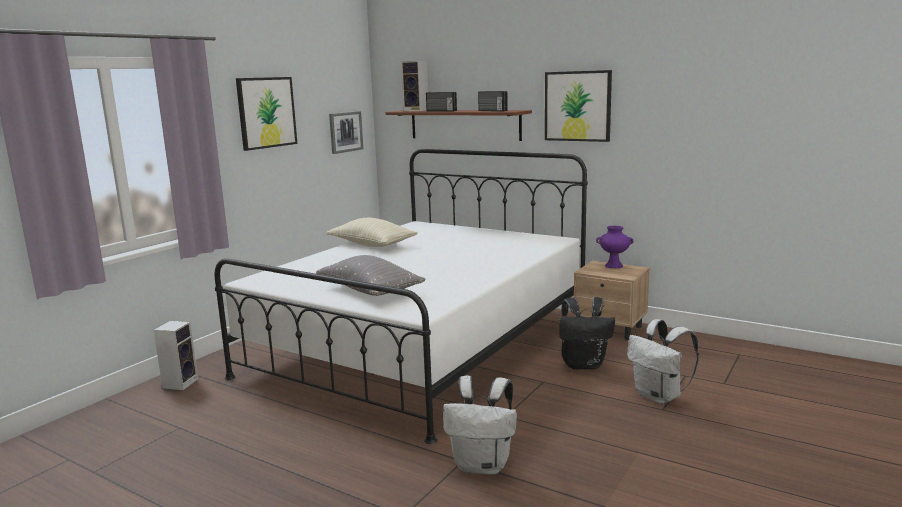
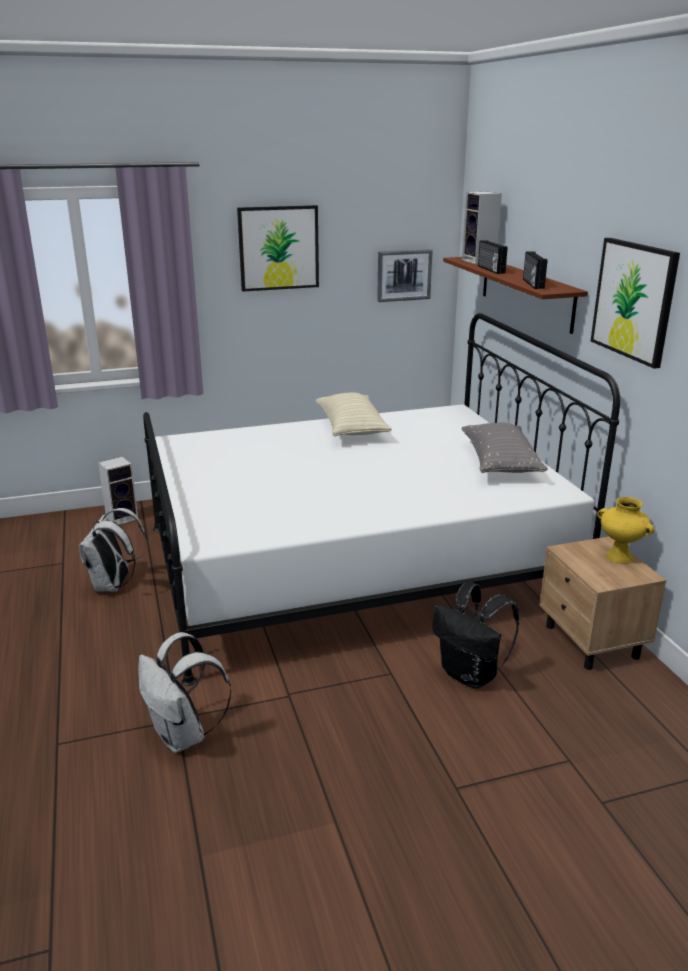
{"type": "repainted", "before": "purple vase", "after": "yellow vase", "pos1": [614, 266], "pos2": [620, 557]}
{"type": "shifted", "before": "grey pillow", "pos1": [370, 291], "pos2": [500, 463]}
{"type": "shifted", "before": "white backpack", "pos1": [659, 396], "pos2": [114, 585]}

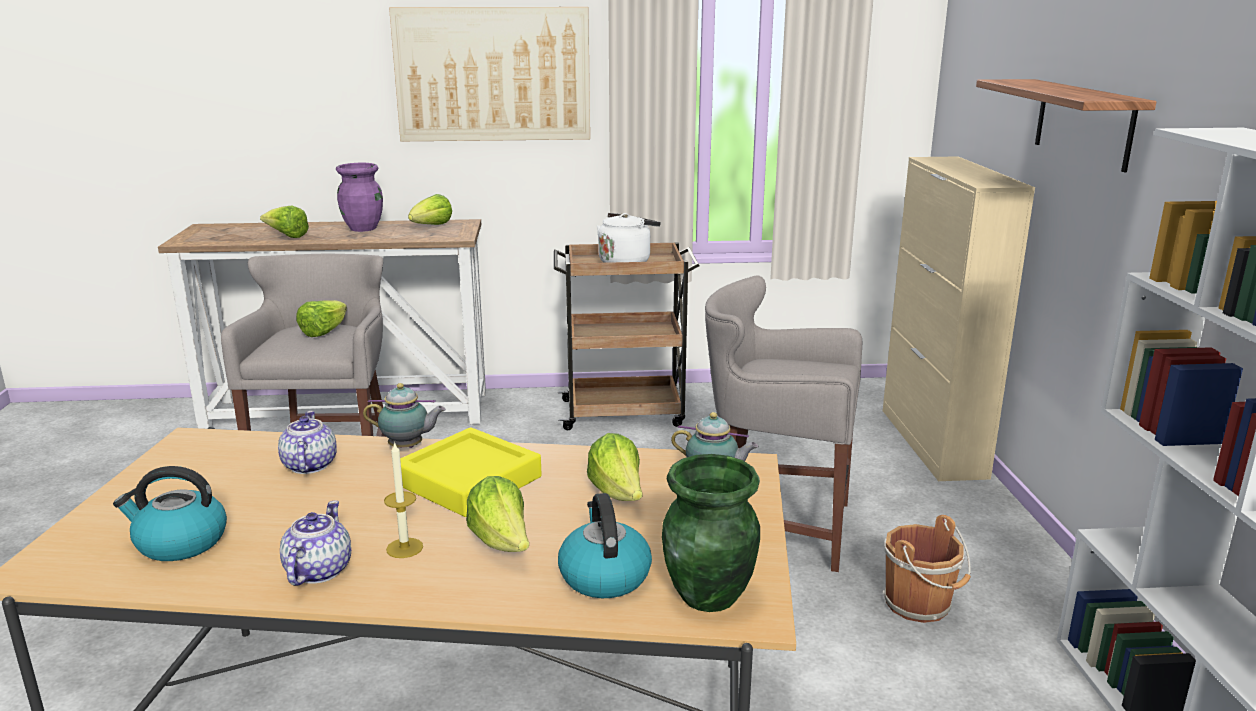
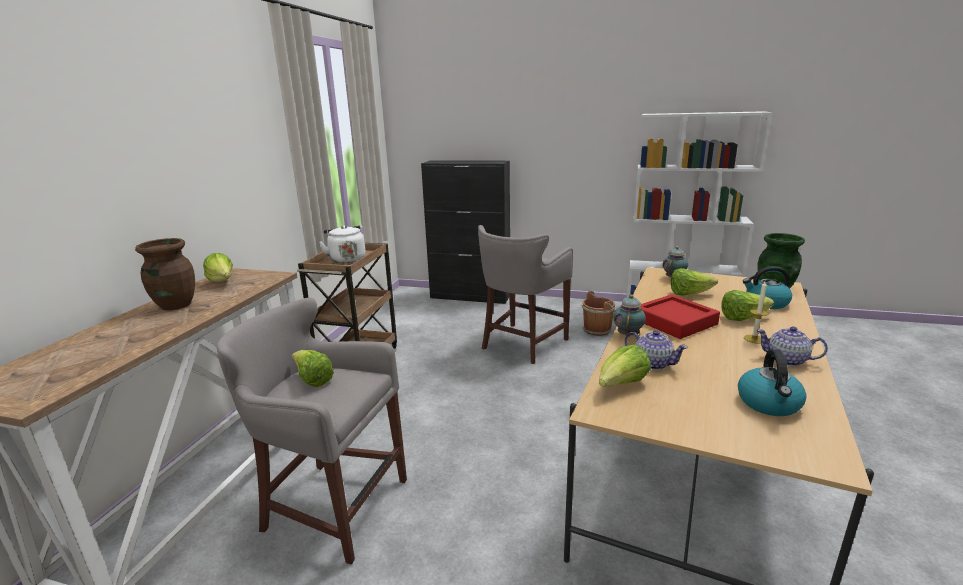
{"type": "gone", "before": "picture", "pos1": [493, 74]}
{"type": "gone", "before": "shelf", "pos1": [1083, 123]}
{"type": "repainted", "before": "beige cabinet", "after": "black cabinet", "pos1": [932, 443], "pos2": [470, 296]}
{"type": "repainted", "before": "purple vase", "after": "brown vase", "pos1": [363, 228], "pos2": [176, 305]}
{"type": "shifted", "before": "lettuce", "pos1": [287, 236], "pos2": [621, 385]}
{"type": "rotated", "before": "teapot", "pos1": [309, 466], "pos2": [652, 363], "turn": -150}
{"type": "repainted", "before": "yellow tray", "after": "red tray", "pos1": [468, 481], "pos2": [674, 321]}

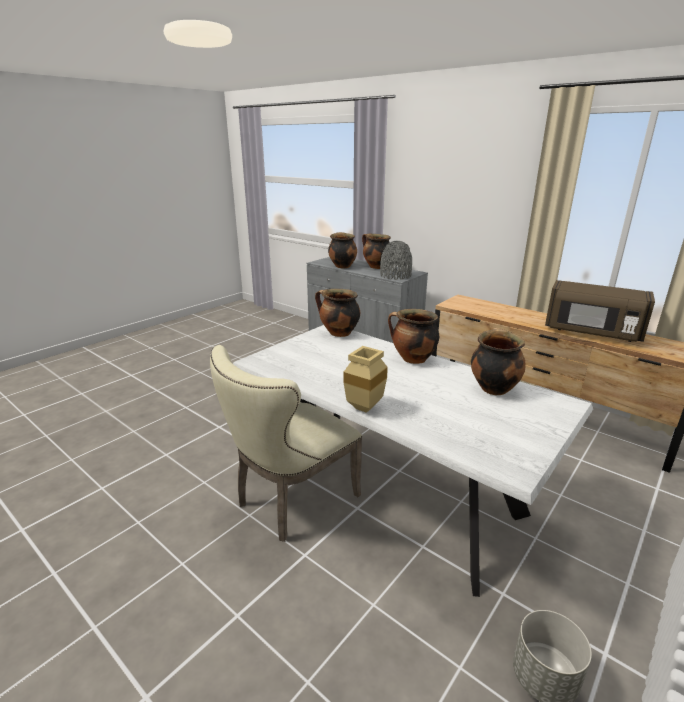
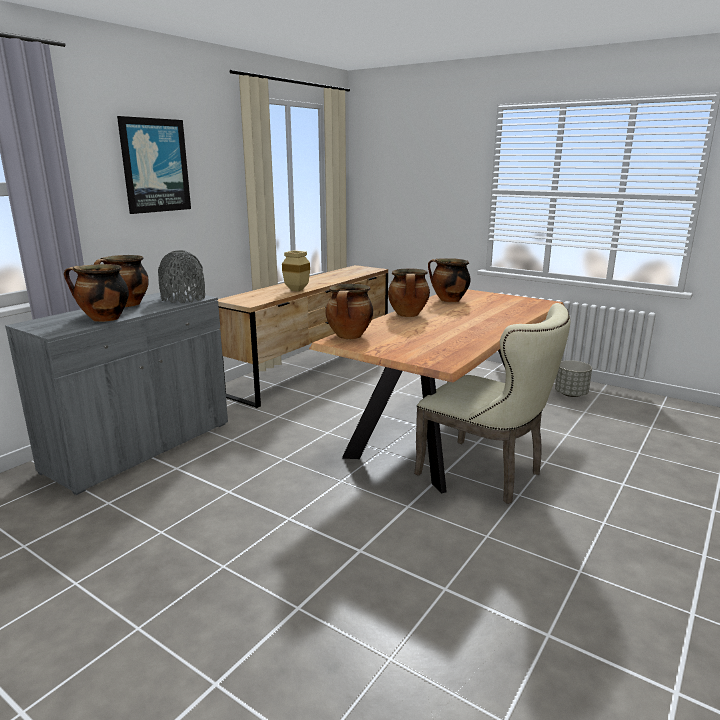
{"type": "gone", "before": "brown microwave", "pos1": [591, 332]}
{"type": "repainted", "before": "white dining table", "after": "brown dining table", "pos1": [391, 490], "pos2": [446, 428]}
{"type": "shifted", "before": "beige vase", "pos1": [364, 407], "pos2": [295, 290]}
{"type": "new", "after": "picture", "pos2": [155, 165]}

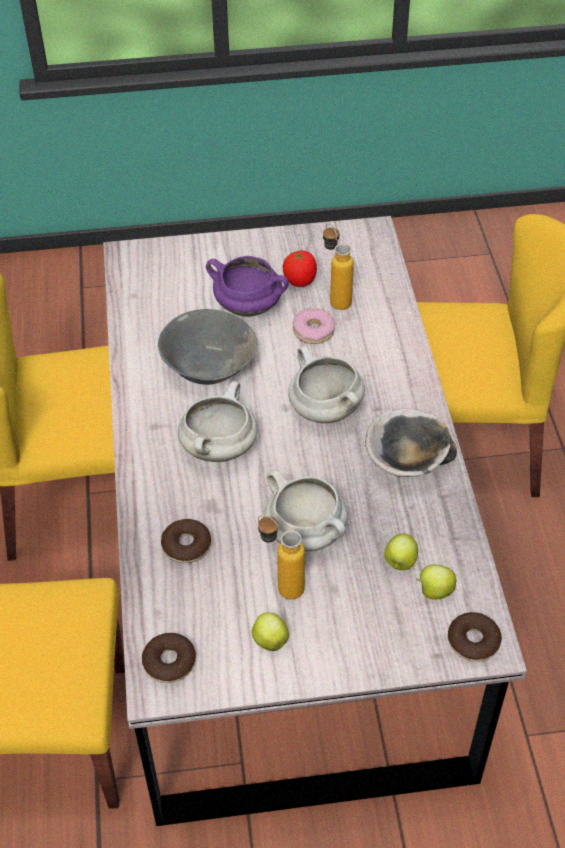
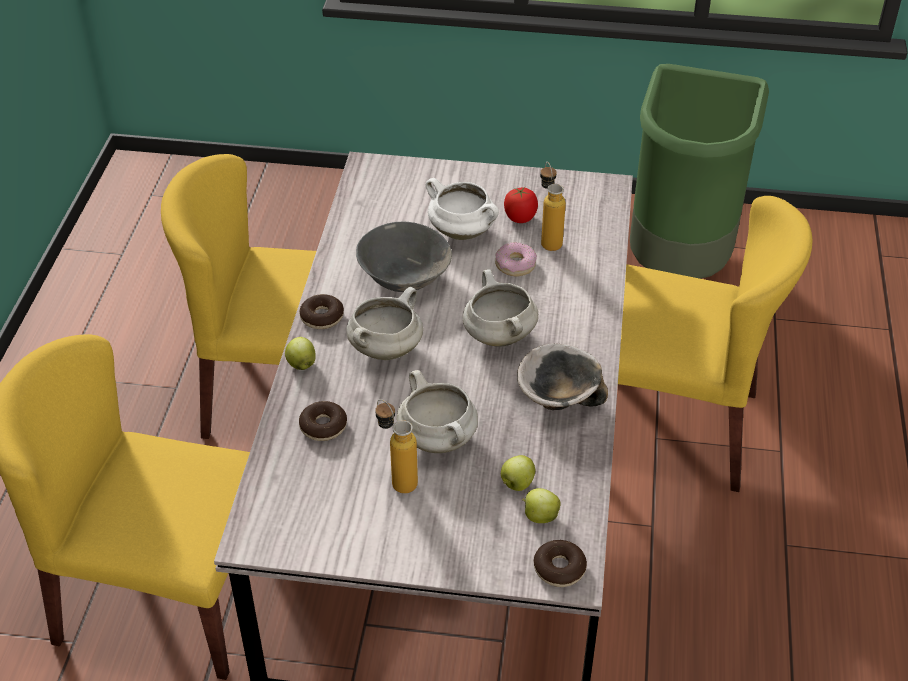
{"type": "repainted", "before": "purple cooking pot", "after": "white cooking pot", "pos1": [249, 306], "pos2": [463, 232]}
{"type": "shifted", "before": "apple", "pos1": [269, 640], "pos2": [301, 364]}
{"type": "shifted", "before": "donut", "pos1": [169, 662], "pos2": [322, 317]}
{"type": "new", "after": "green trash can", "pos2": [680, 261]}

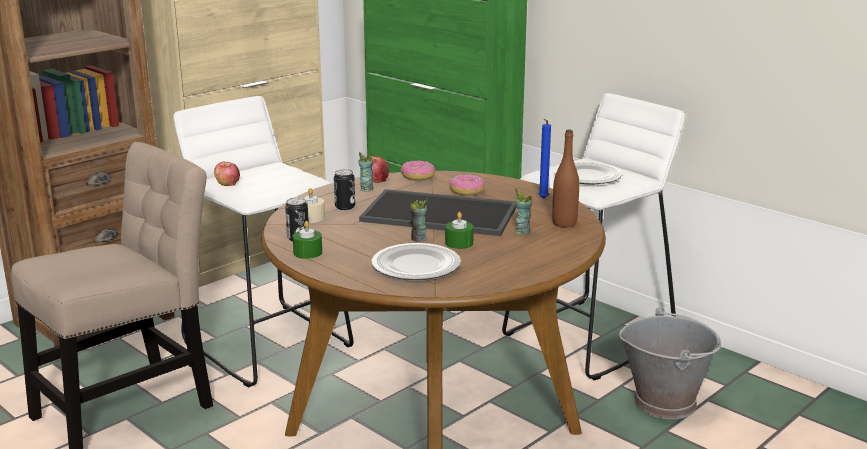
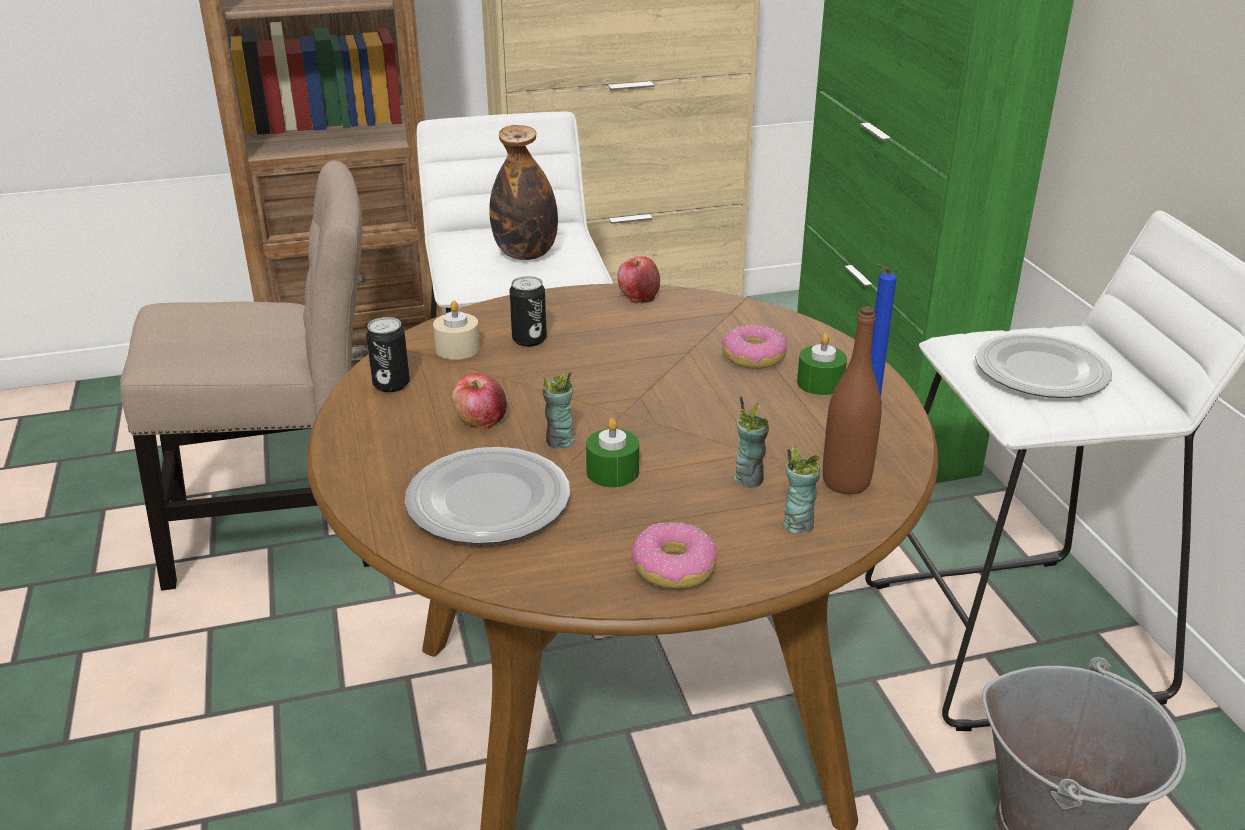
{"type": "shifted", "before": "cup", "pos1": [366, 189], "pos2": [797, 524]}
{"type": "shifted", "before": "donut", "pos1": [417, 176], "pos2": [673, 568]}
{"type": "shifted", "before": "apple", "pos1": [227, 183], "pos2": [480, 420]}
{"type": "gone", "before": "tray", "pos1": [441, 213]}
{"type": "shifted", "before": "green candle", "pos1": [308, 253], "pos2": [820, 383]}
{"type": "new", "after": "bottle", "pos2": [526, 254]}

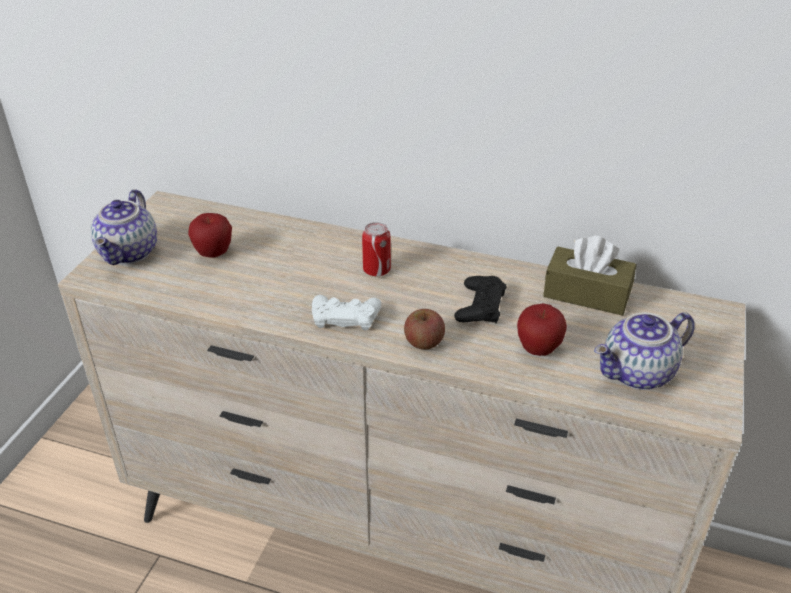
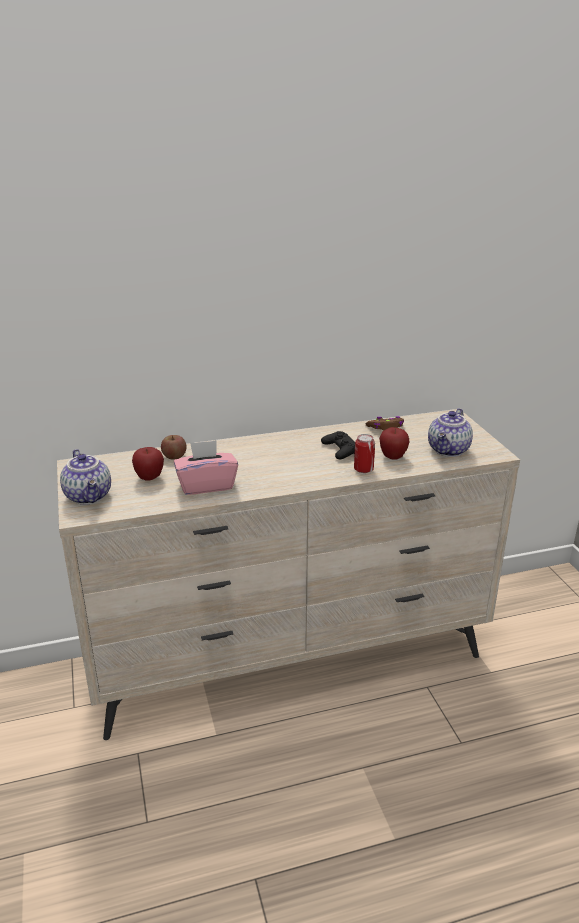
{"type": "shifted", "before": "can", "pos1": [376, 270], "pos2": [363, 469]}
{"type": "swapped", "before": "brown tissue box", "after": "brown game controller", "pos1": [586, 294], "pos2": [386, 427]}
{"type": "gone", "before": "white game controller", "pos1": [345, 316]}
{"type": "shifted", "before": "apple", "pos1": [424, 342], "pos2": [174, 456]}
{"type": "new", "after": "pink tissue box", "pos2": [206, 485]}

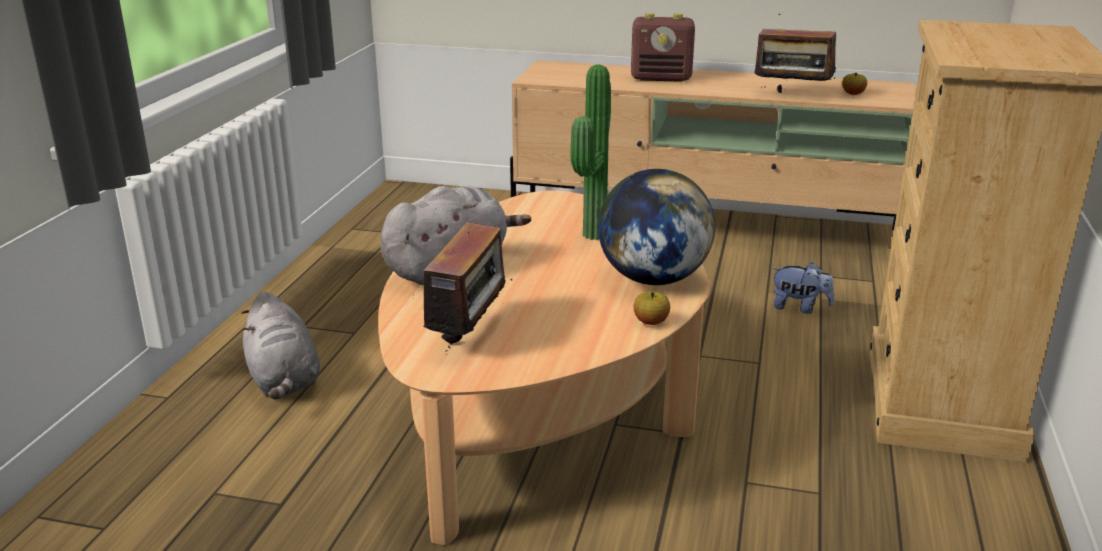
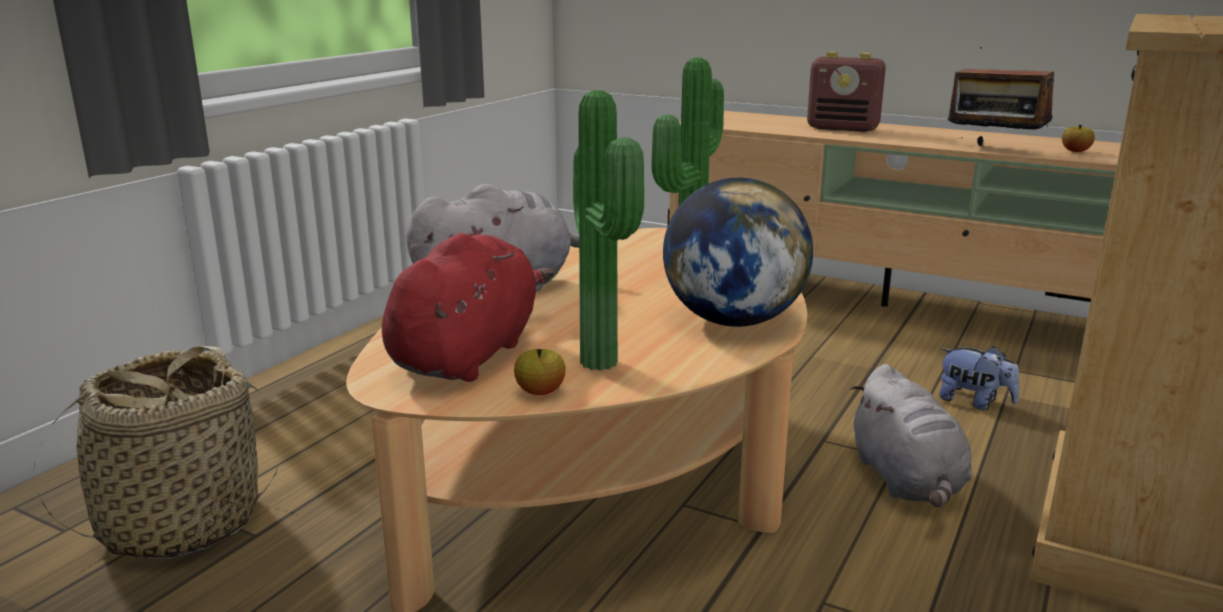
{"type": "swapped", "before": "radio", "after": "red plush toy", "pos1": [469, 335], "pos2": [468, 354]}
{"type": "shifted", "before": "grey plush toy", "pos1": [284, 380], "pos2": [907, 481]}
{"type": "shifted", "before": "apple", "pos1": [651, 322], "pos2": [540, 392]}
{"type": "new", "after": "potted plant", "pos2": [606, 361]}
{"type": "new", "after": "basket", "pos2": [180, 523]}

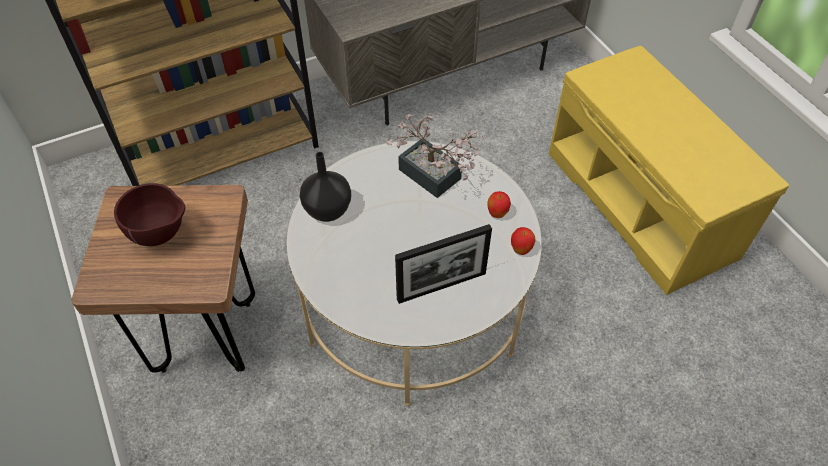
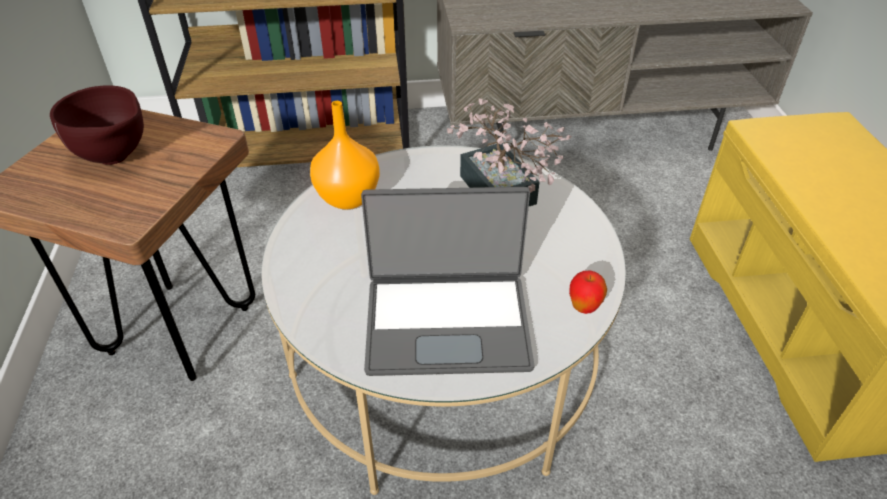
{"type": "repainted", "before": "black vase", "after": "orange vase", "pos1": [328, 211], "pos2": [348, 199]}
{"type": "gone", "before": "apple", "pos1": [497, 214]}
{"type": "swapped", "before": "picture frame", "after": "laptop", "pos1": [441, 286], "pos2": [447, 323]}

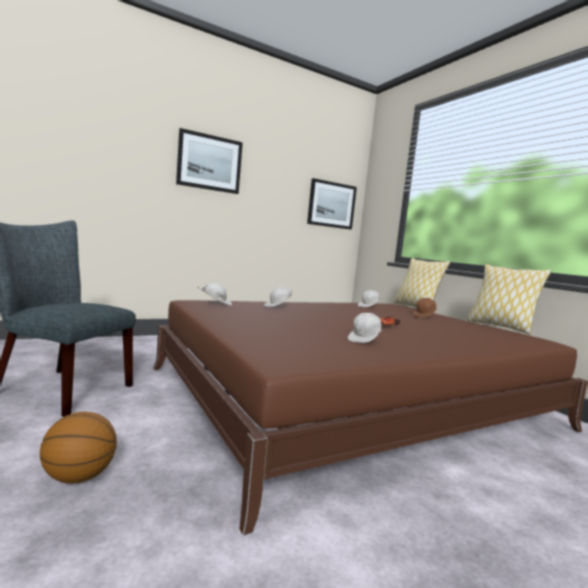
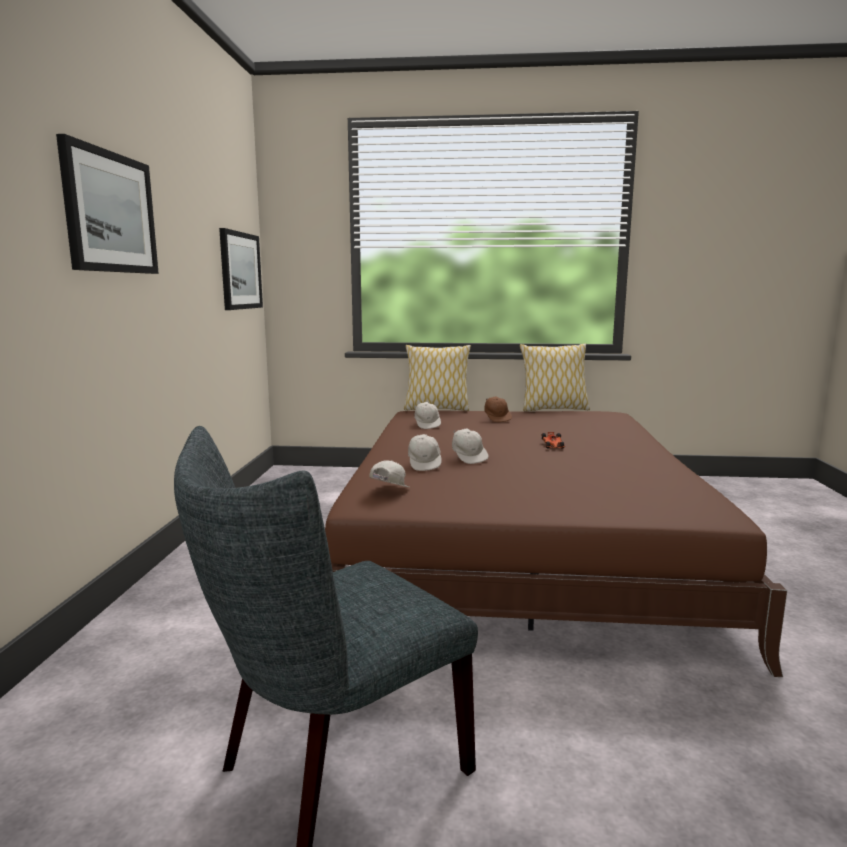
{"type": "shifted", "before": "white cap", "pos1": [365, 339], "pos2": [468, 457]}
{"type": "gone", "before": "basketball", "pos1": [78, 477]}

